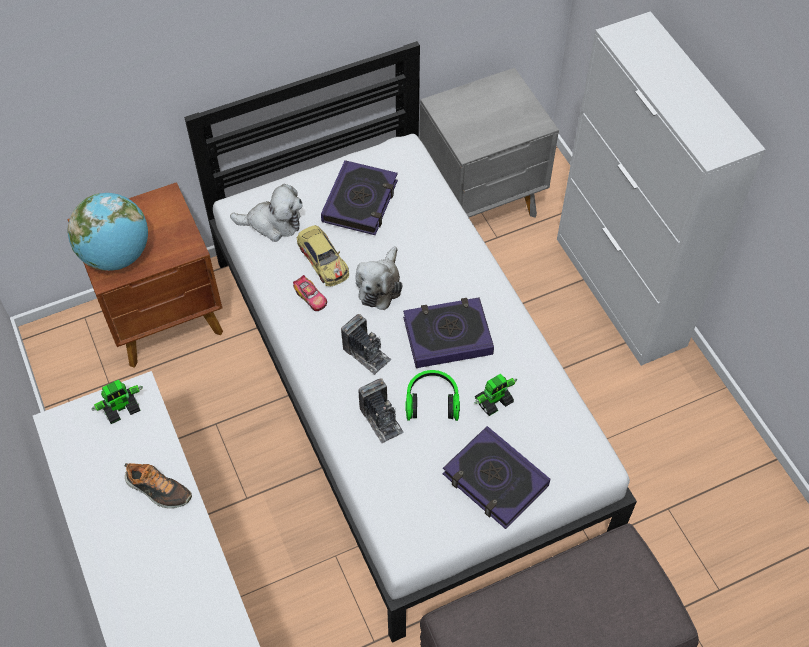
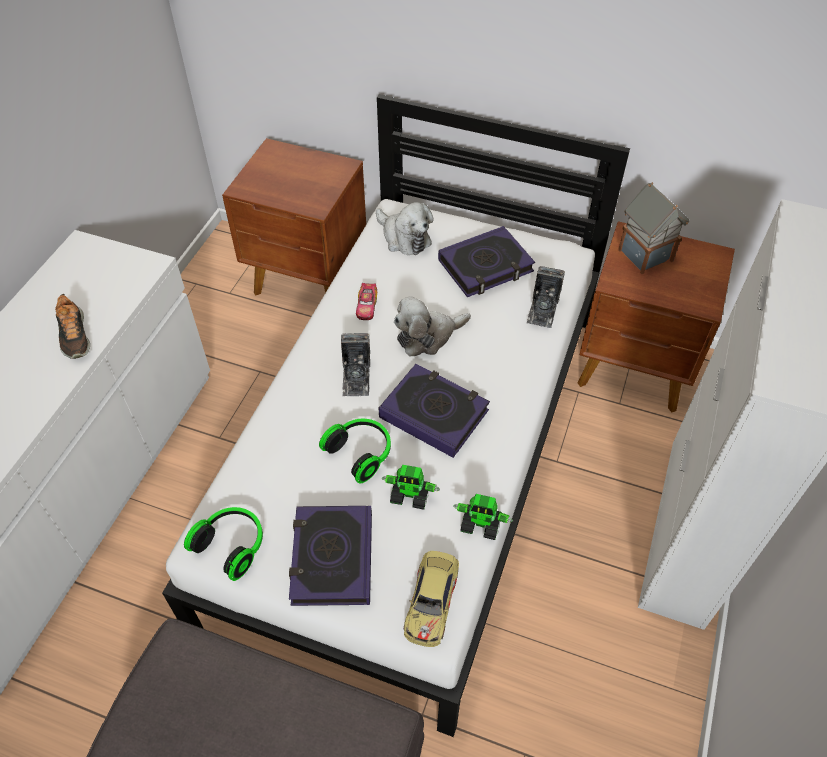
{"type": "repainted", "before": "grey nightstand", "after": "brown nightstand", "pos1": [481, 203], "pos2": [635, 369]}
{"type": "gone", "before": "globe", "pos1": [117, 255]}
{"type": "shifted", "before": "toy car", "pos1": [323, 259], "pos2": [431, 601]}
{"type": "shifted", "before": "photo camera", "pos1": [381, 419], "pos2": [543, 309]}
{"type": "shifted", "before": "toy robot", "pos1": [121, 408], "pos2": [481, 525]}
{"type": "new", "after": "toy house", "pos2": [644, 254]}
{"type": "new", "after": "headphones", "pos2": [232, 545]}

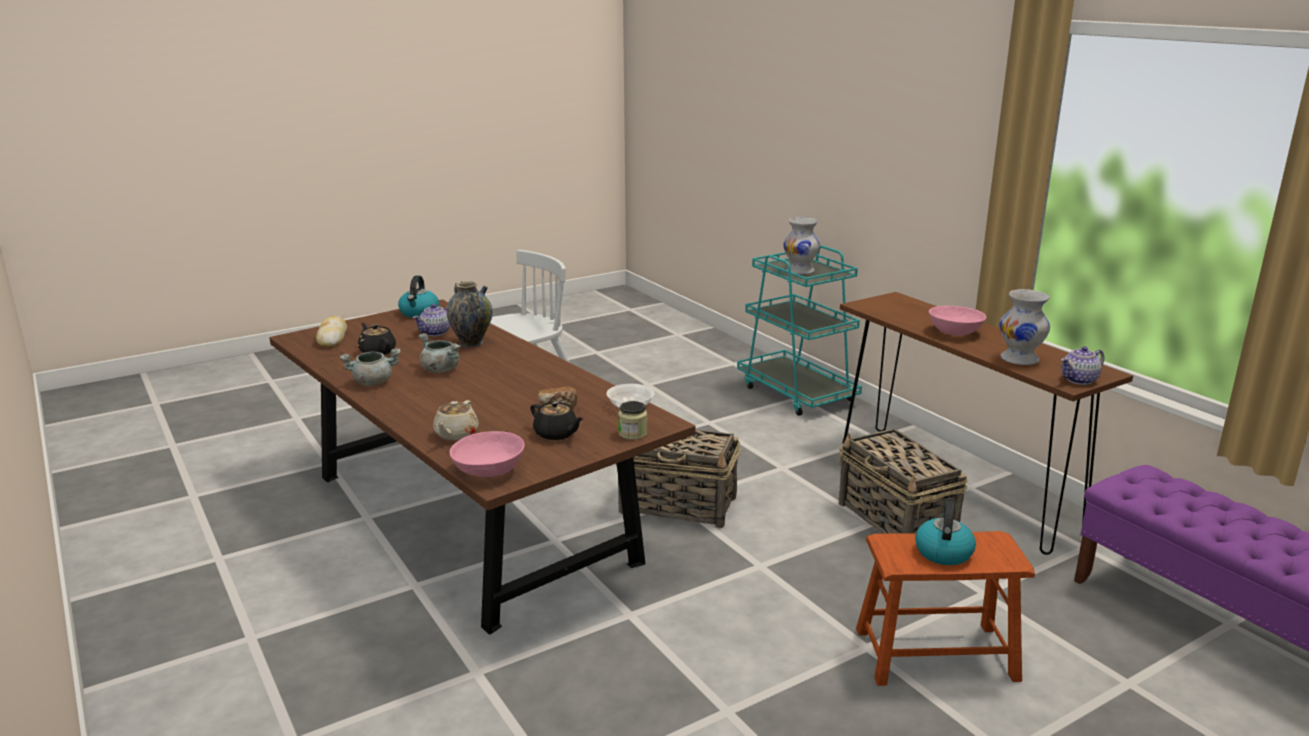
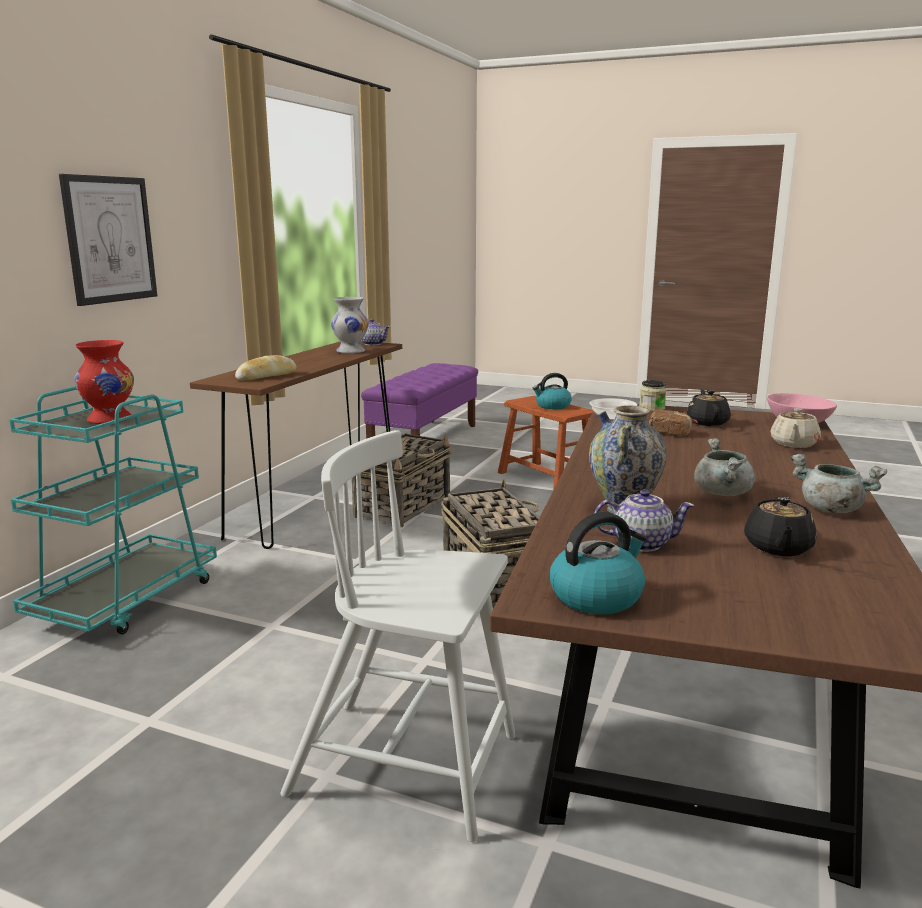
{"type": "repainted", "before": "white vase", "after": "red vase", "pos1": [799, 271], "pos2": [110, 420]}
{"type": "gone", "before": "pink bowl", "pos1": [955, 332]}
{"type": "shifted", "before": "bread", "pos1": [332, 338], "pos2": [266, 376]}
{"type": "rotated", "before": "beige teapot", "pos1": [456, 434], "pos2": [793, 444], "turn": 135}
{"type": "new", "after": "picture", "pos2": [110, 239]}

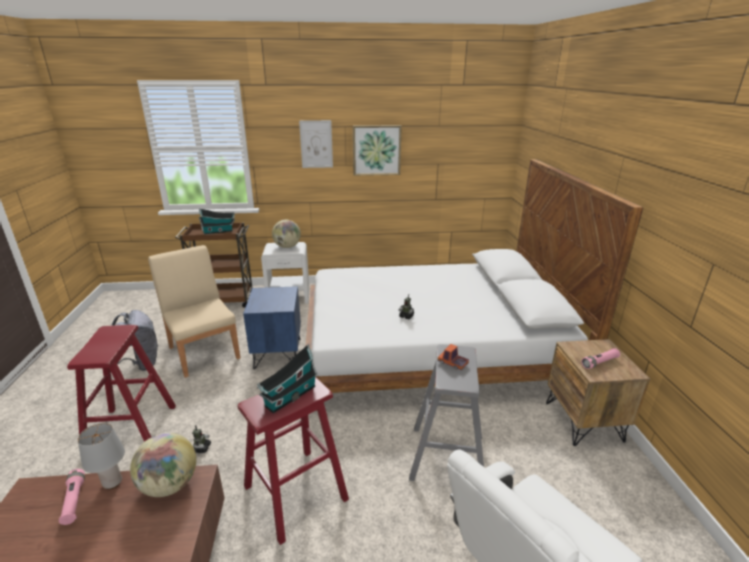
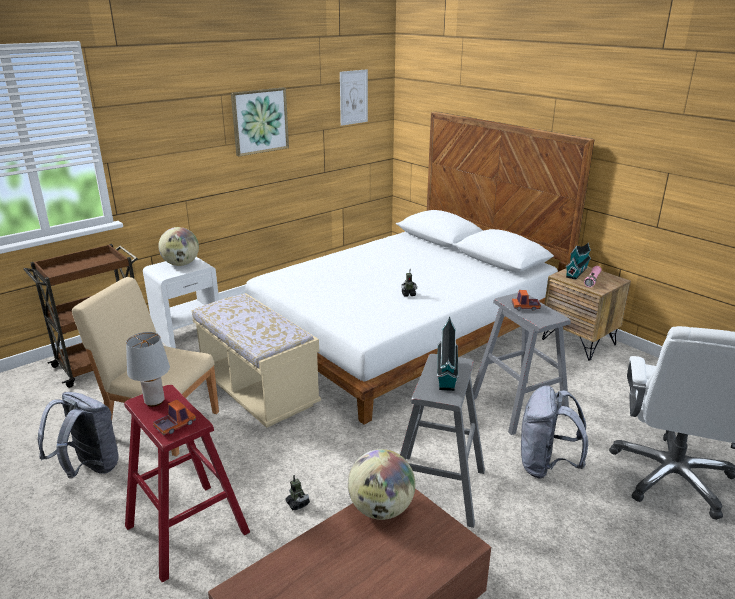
{"type": "shifted", "before": "picture", "pos1": [316, 144], "pos2": [353, 97]}
{"type": "shifted", "before": "toy house", "pos1": [219, 231], "pos2": [577, 272]}
{"type": "swapped", "before": "blue nightstand", "after": "beige bench", "pos1": [278, 353], "pos2": [258, 390]}
{"type": "repainted", "before": "red stool", "after": "grey stool", "pos1": [295, 493], "pos2": [437, 489]}
{"type": "shifted", "before": "grey table lamp", "pos1": [112, 483], "pos2": [154, 402]}
{"type": "gone", "before": "pink flashlight", "pos1": [74, 501]}
{"type": "new", "after": "grey backpack", "pos2": [545, 466]}
{"type": "new", "after": "toy truck", "pos2": [175, 425]}

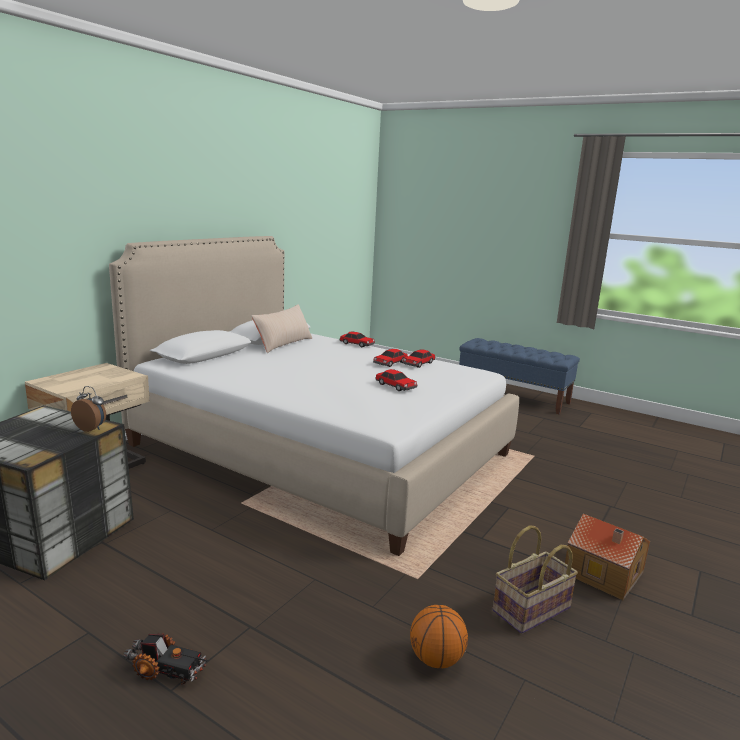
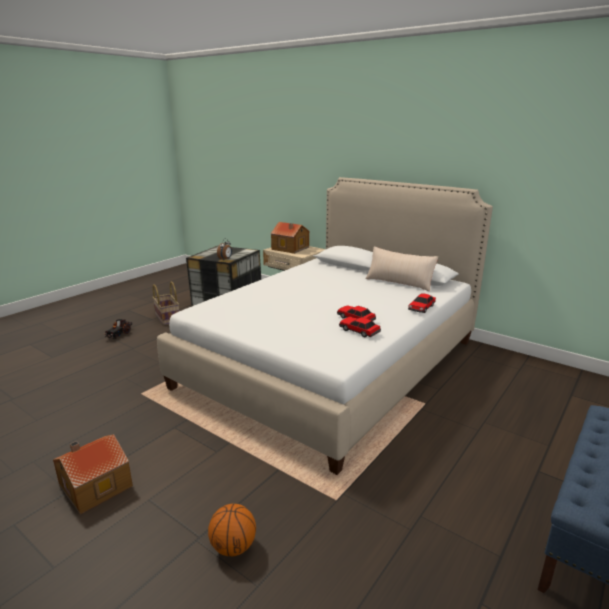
{"type": "gone", "before": "toy car", "pos1": [396, 386]}
{"type": "shifted", "before": "basket", "pos1": [532, 610], "pos2": [167, 318]}
{"type": "shifted", "before": "basketball", "pos1": [436, 659], "pos2": [233, 547]}
{"type": "new", "after": "toy house", "pos2": [290, 248]}

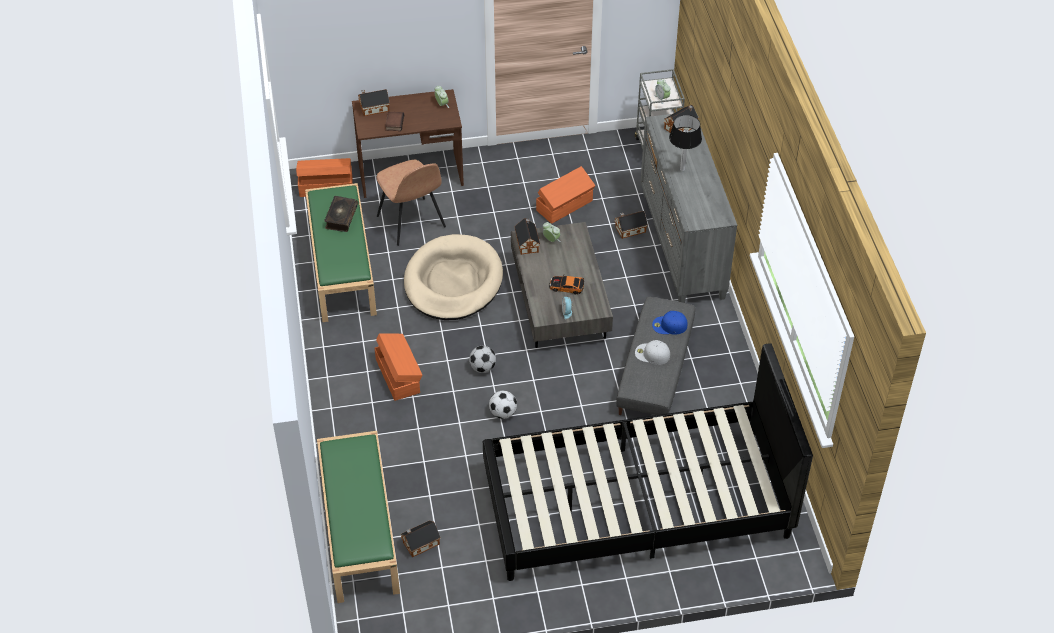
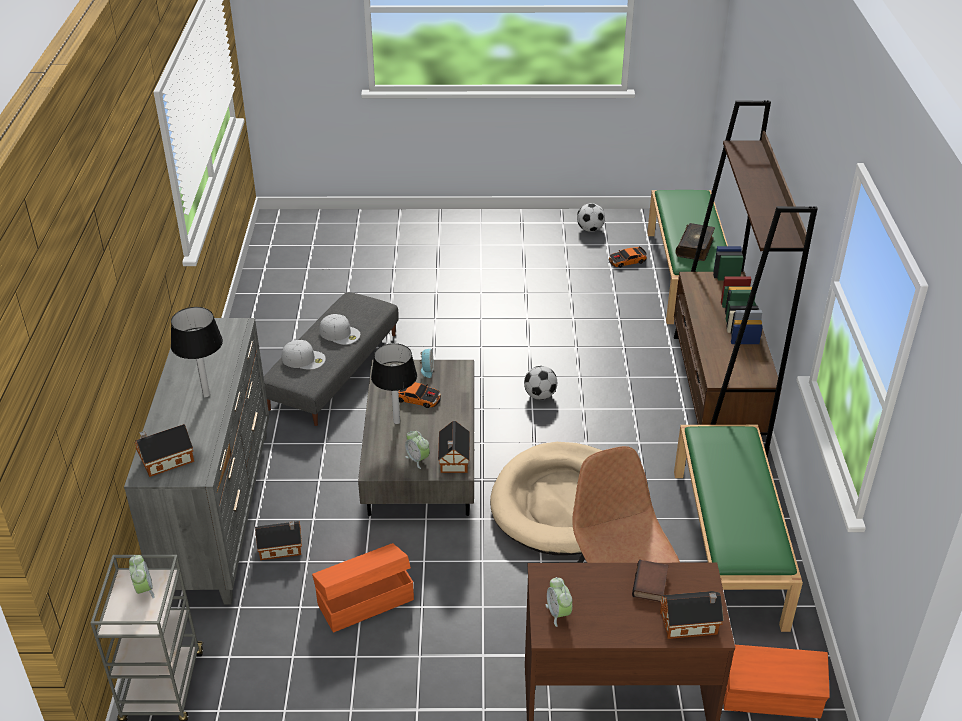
{"type": "shifted", "before": "book", "pos1": [341, 218], "pos2": [695, 247]}
{"type": "repainted", "before": "blue cap", "after": "white cap", "pos1": [669, 325], "pos2": [304, 359]}
{"type": "gone", "before": "orange storage box", "pos1": [398, 375]}
{"type": "gone", "before": "black bed", "pos1": [637, 504]}
{"type": "shifted", "before": "football", "pos1": [502, 413], "pos2": [590, 229]}
{"type": "swapped", "before": "toy house", "after": "toy car", "pos1": [419, 543], "pos2": [627, 261]}
{"type": "new", "after": "brown bookcase", "pos2": [717, 395]}
{"type": "new", "after": "table lamp", "pos2": [396, 422]}

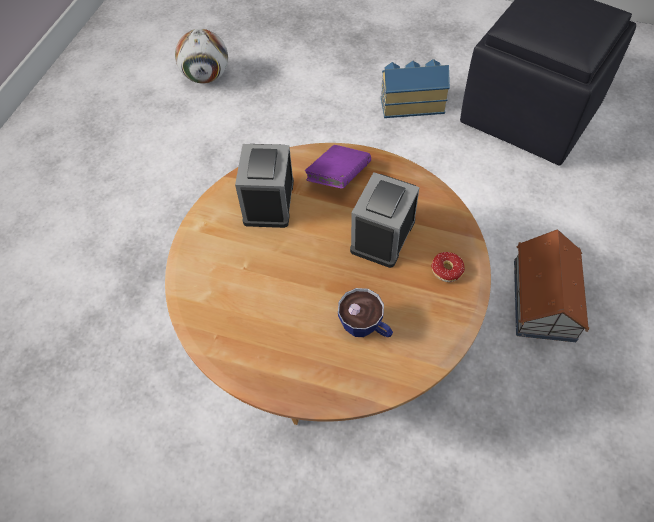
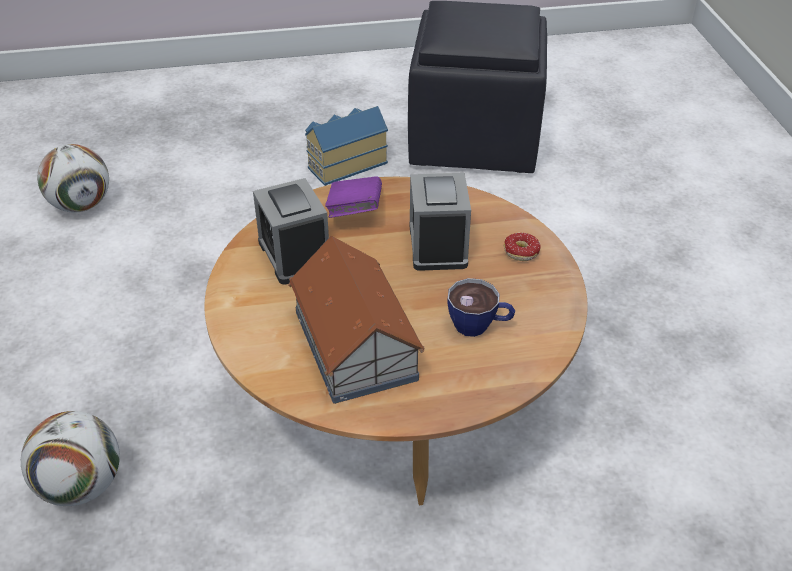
{"type": "shifted", "before": "toy house", "pos1": [543, 300], "pos2": [354, 346]}
{"type": "new", "after": "football", "pos2": [81, 486]}

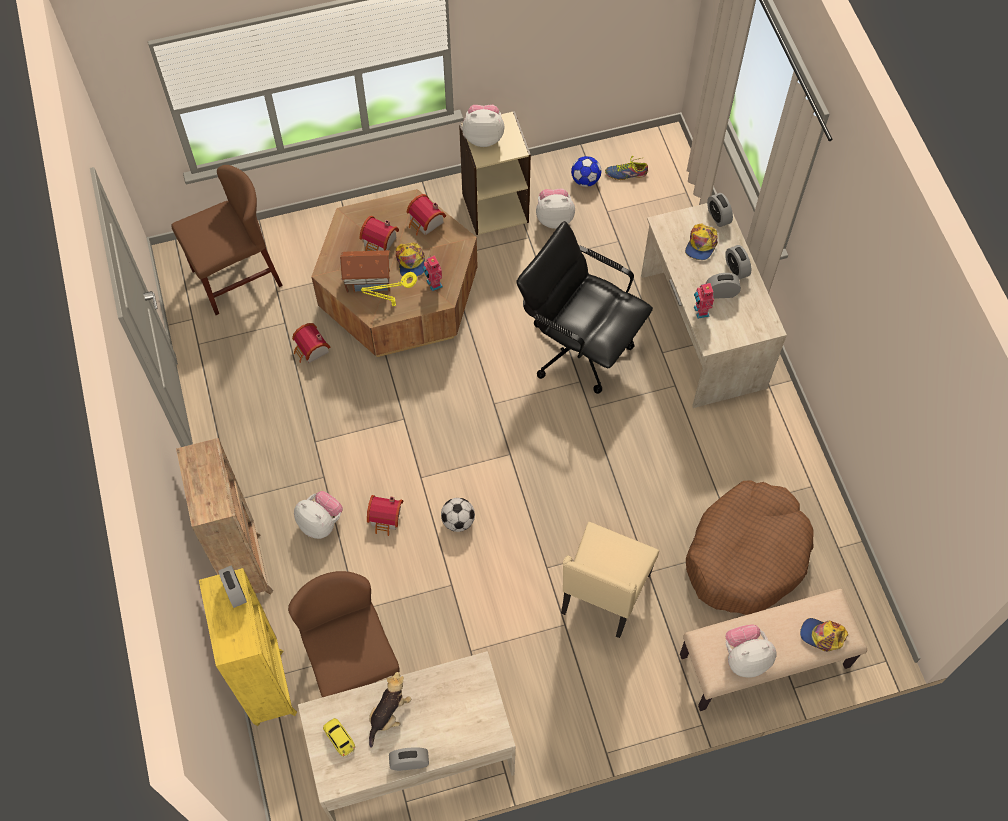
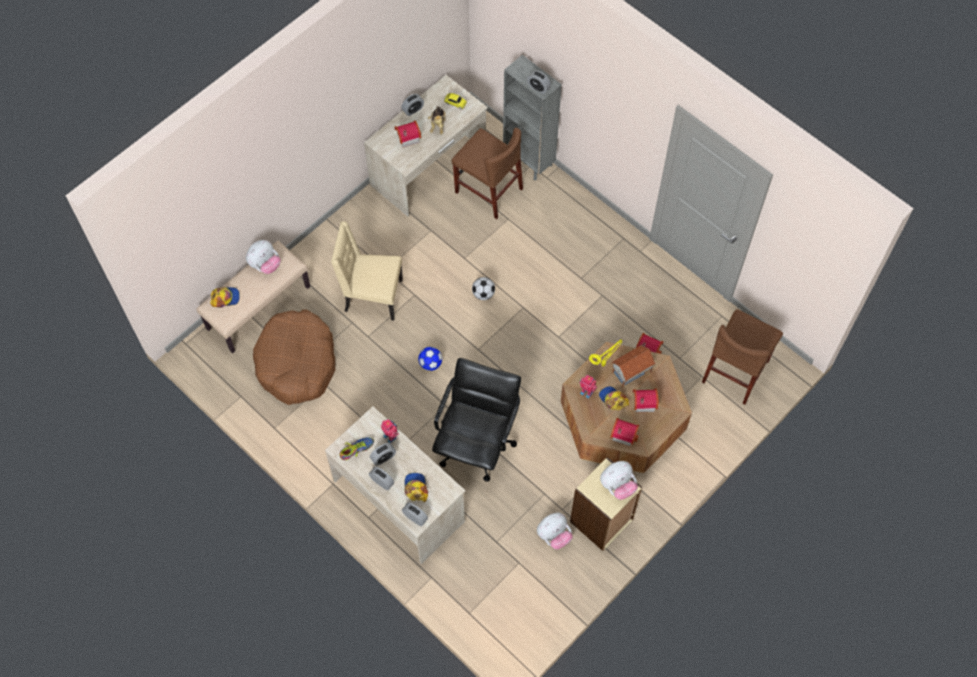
{"type": "shifted", "before": "football", "pos1": [585, 180], "pos2": [430, 364]}
{"type": "shifted", "before": "shoe", "pos1": [626, 173], "pos2": [356, 449]}
{"type": "rotated", "before": "black office chair", "pos1": [579, 347], "pos2": [476, 444], "turn": -75}
{"type": "gone", "before": "brown bookcase", "pos1": [246, 566]}
{"type": "gone", "before": "plush toy", "pos1": [321, 522]}
{"type": "shifted", "before": "toy house", "pos1": [386, 519], "pos2": [407, 137]}
{"type": "rotated", "before": "beige chair", "pos1": [603, 595], "pos2": [372, 296], "turn": -75}
{"type": "repainted", "before": "yellow bookcase", "after": "grey bookcase", "pos1": [268, 685], "pos2": [529, 161]}

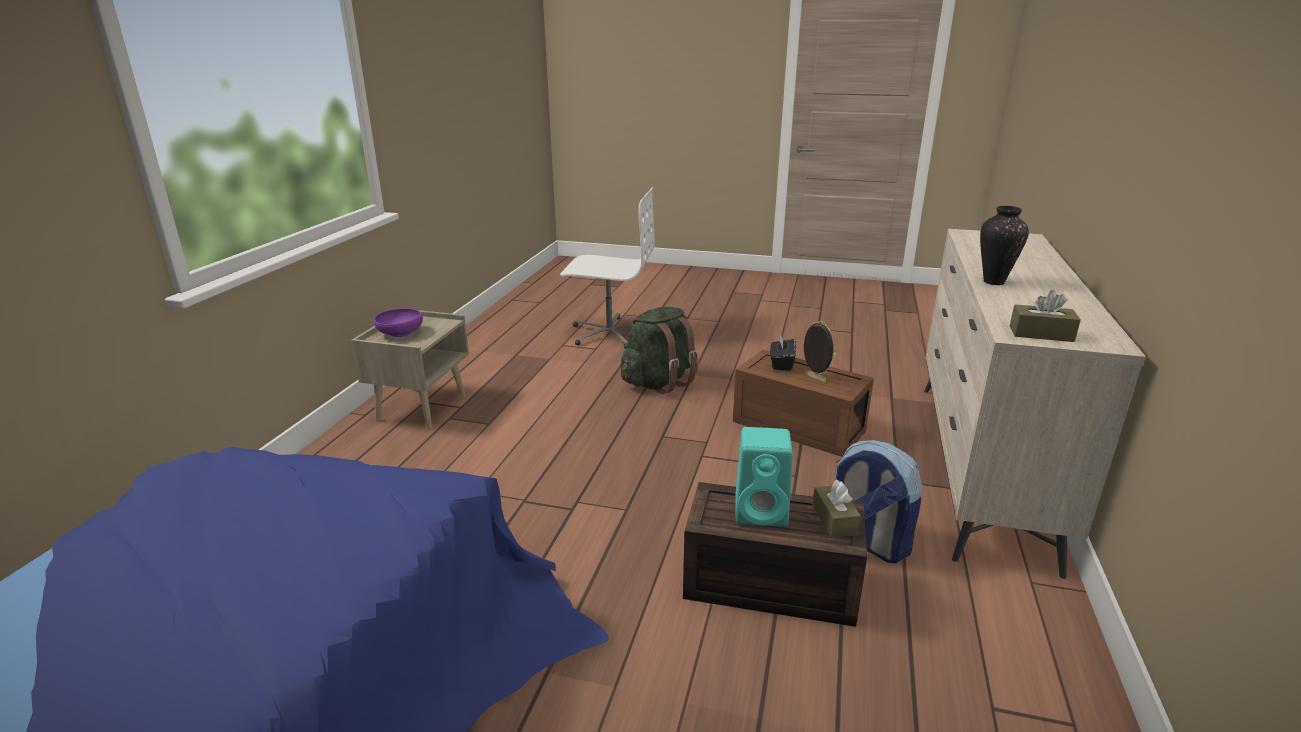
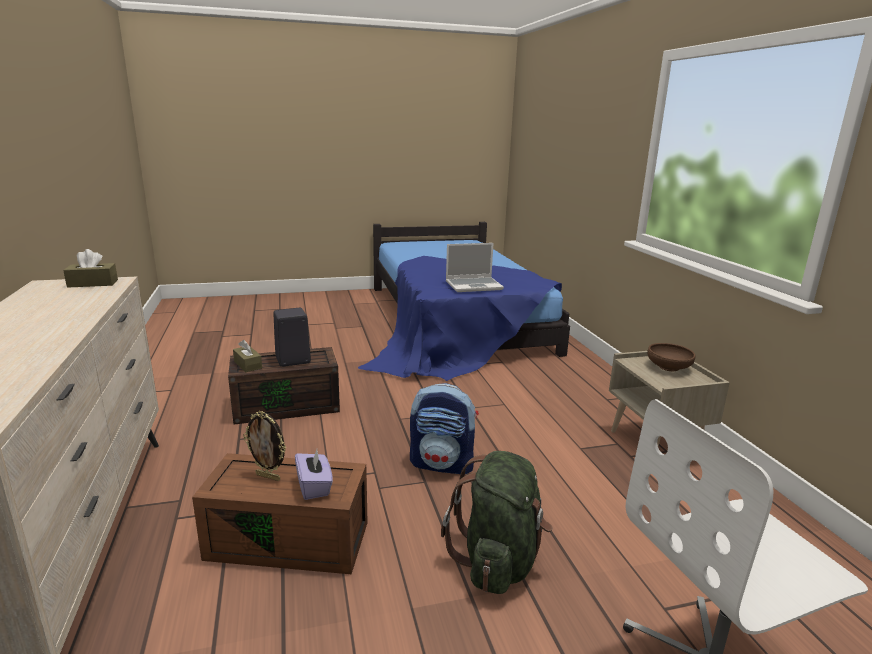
{"type": "gone", "before": "vase", "pos1": [993, 282]}
{"type": "repainted", "before": "purple bowl", "after": "brown bowl", "pos1": [400, 333], "pos2": [668, 367]}
{"type": "repainted", "before": "black tissue box", "after": "purple tissue box", "pos1": [781, 364], "pos2": [314, 486]}
{"type": "repainted", "before": "turquoise speaker", "after": "black speaker", "pos1": [763, 512], "pos2": [291, 360]}
{"type": "shifted", "before": "backpack", "pos1": [866, 542], "pos2": [443, 464]}
{"type": "new", "after": "laptop", "pos2": [474, 285]}

